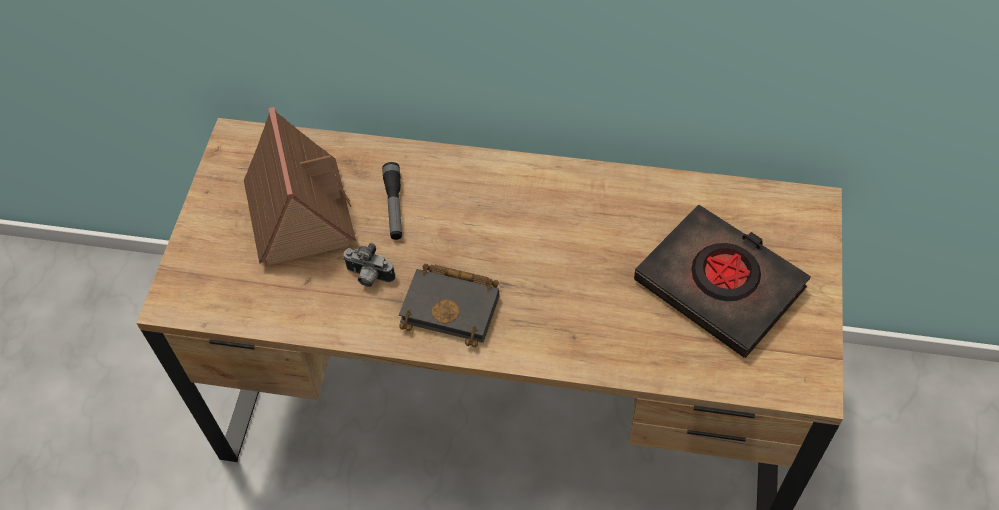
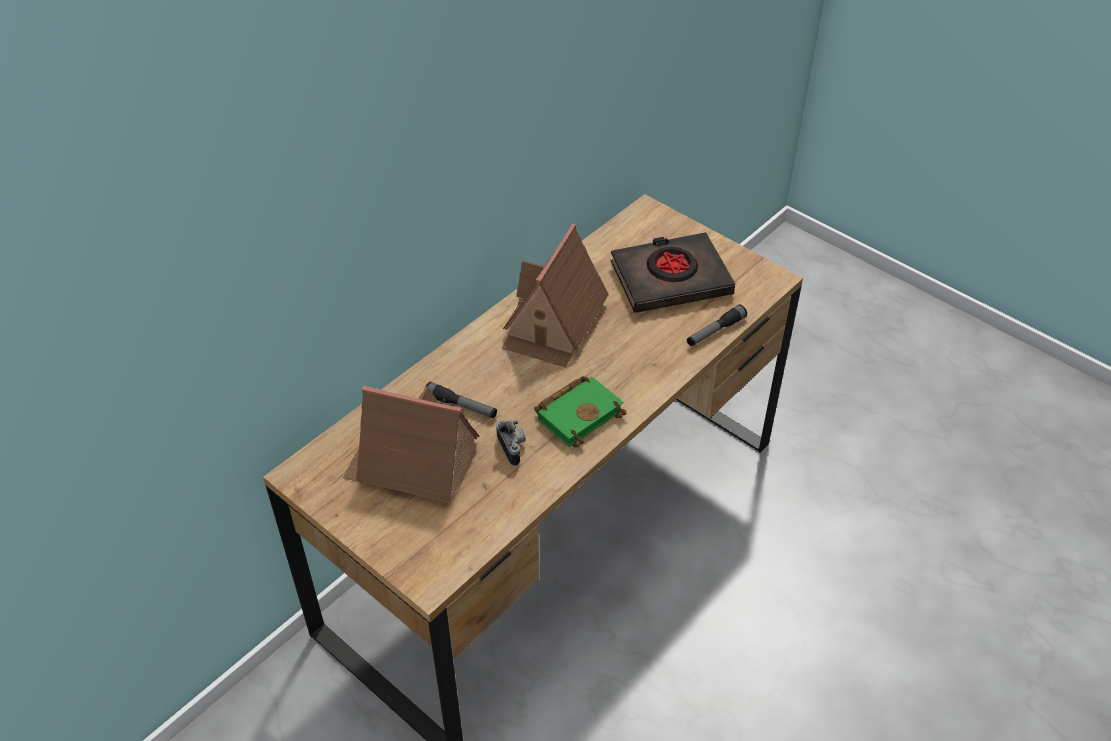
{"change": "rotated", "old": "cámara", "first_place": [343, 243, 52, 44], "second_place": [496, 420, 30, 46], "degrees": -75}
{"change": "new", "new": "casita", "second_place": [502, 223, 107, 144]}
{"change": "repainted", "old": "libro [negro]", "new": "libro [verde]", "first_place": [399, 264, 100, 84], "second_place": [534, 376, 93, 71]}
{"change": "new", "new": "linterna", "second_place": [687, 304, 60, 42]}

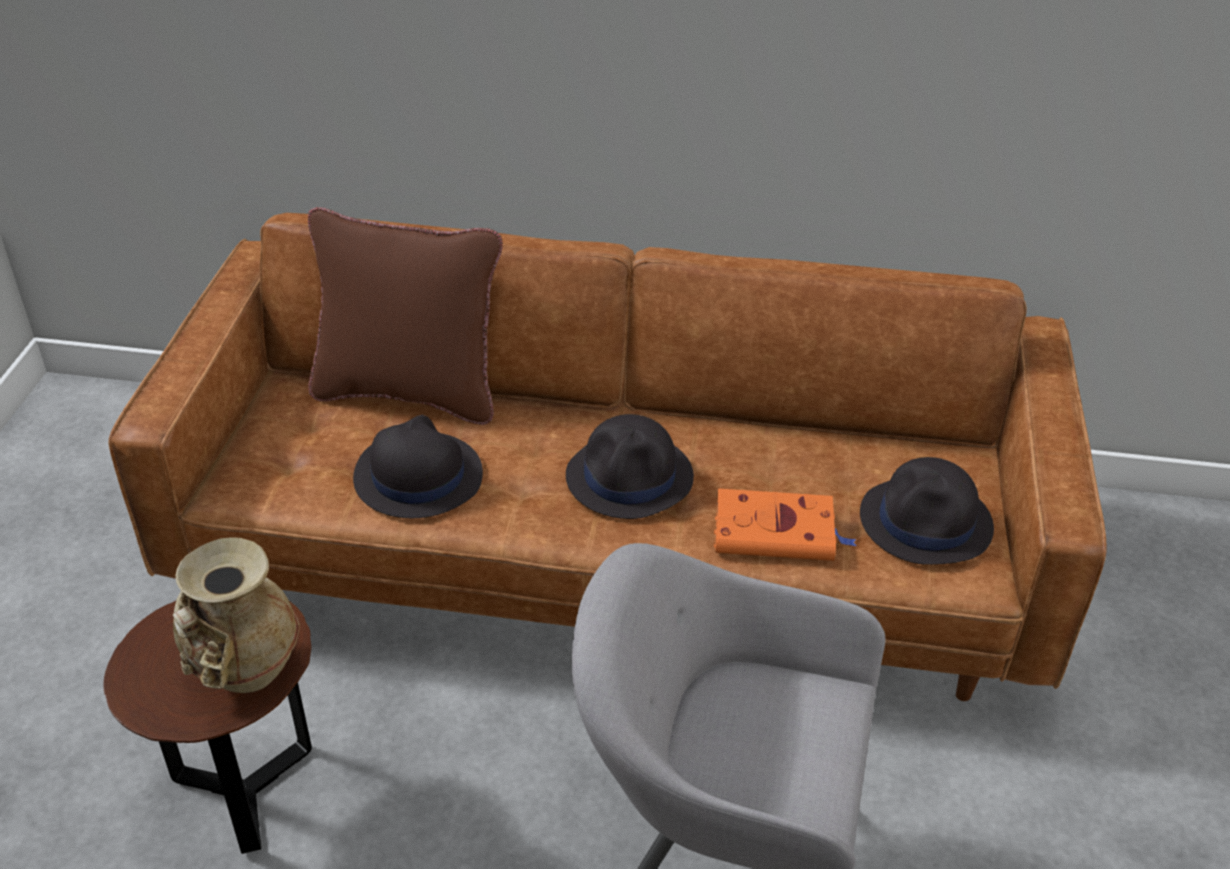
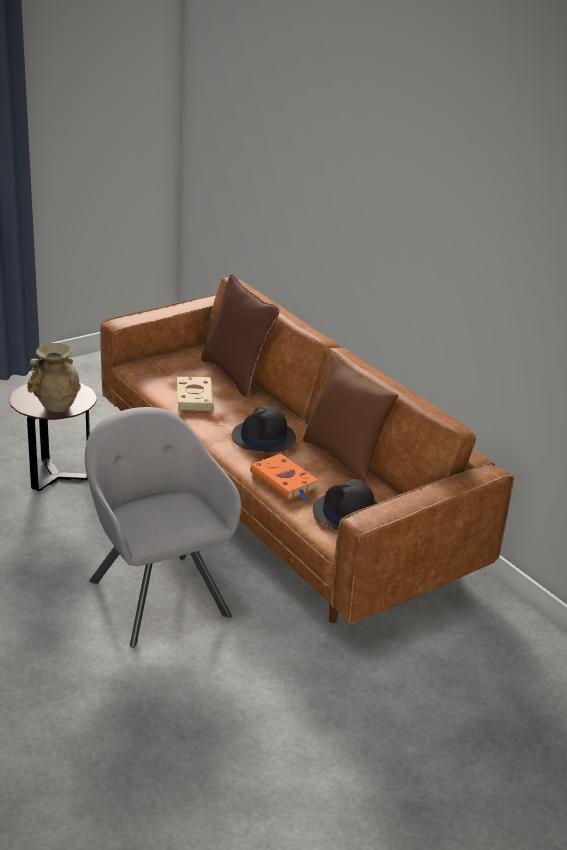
{"change": "swapped", "old": "sombrero [negro]", "new": "libro [beis]", "first_place": [353, 415, 130, 103], "second_place": [177, 377, 37, 34]}
{"change": "new", "new": "cojín [marrón]", "second_place": [303, 354, 96, 129]}

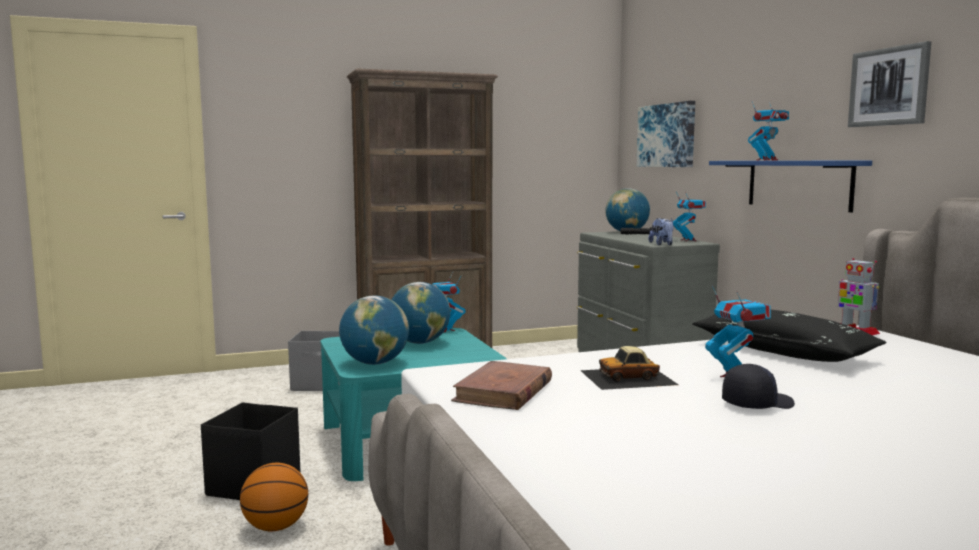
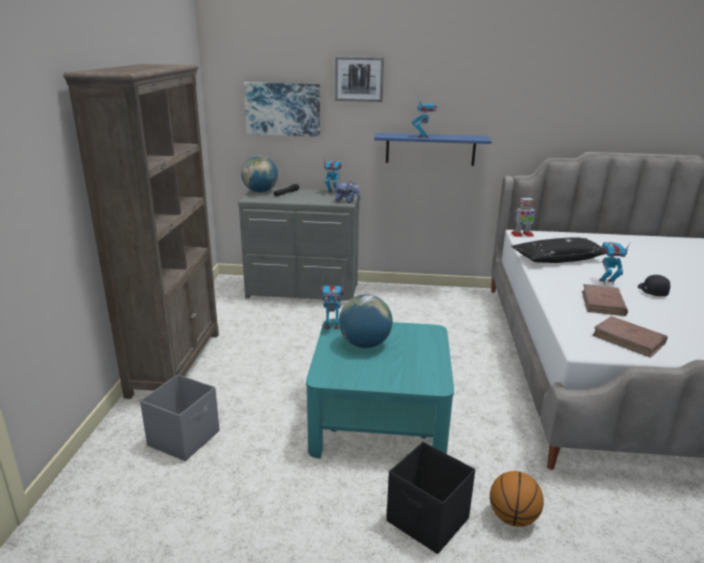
{"change": "shifted", "old": "cuadro", "first_place": [848, 41, 83, 86], "second_place": [335, 56, 49, 46]}
{"change": "swapped", "old": "coche de juguete", "new": "libro [marrón]", "first_place": [580, 346, 99, 44], "second_place": [582, 284, 46, 32]}
{"change": "gone", "old": "globo terráqueo", "first_place": [339, 295, 70, 70]}

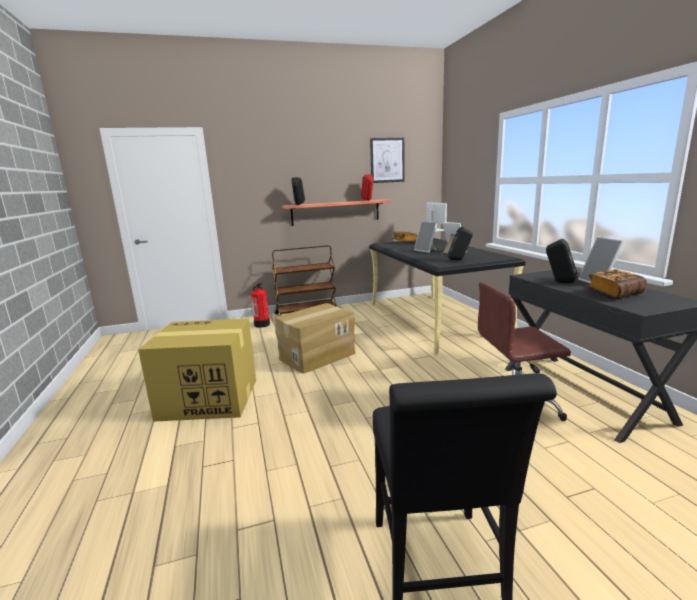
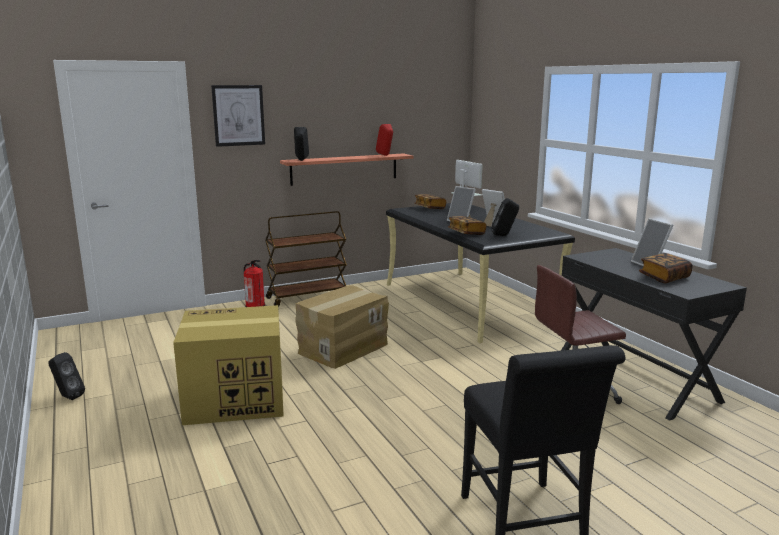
{"change": "shifted", "old": "altavoz [negro]", "first_place": [546, 239, 32, 44], "second_place": [48, 352, 37, 48]}
{"change": "shifted", "old": "cuadro", "first_place": [370, 138, 35, 45], "second_place": [211, 85, 54, 62]}
{"change": "new", "new": "libro", "second_place": [448, 216, 38, 19]}

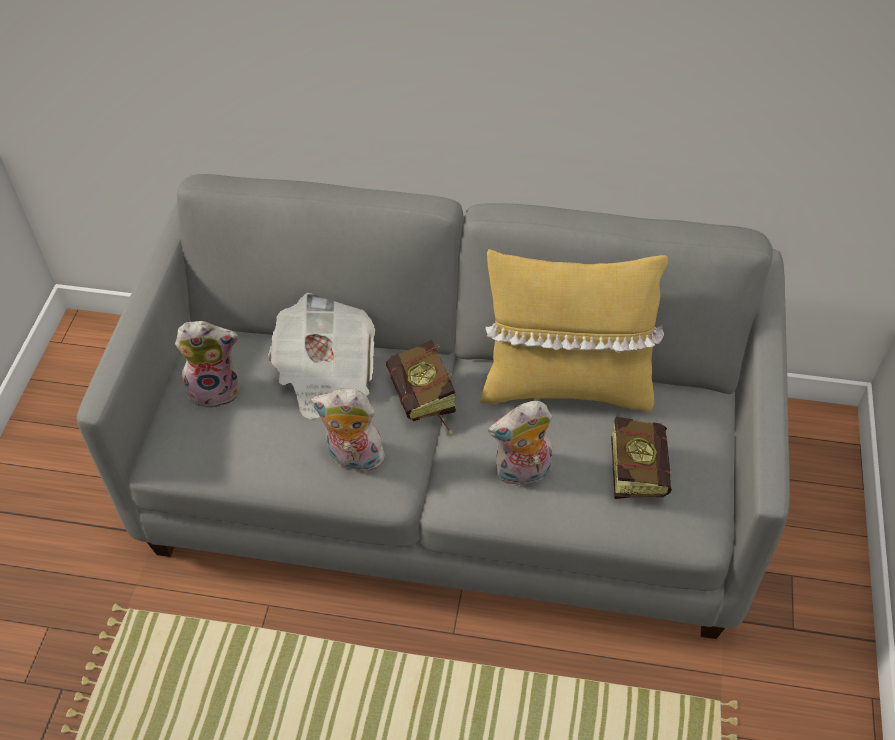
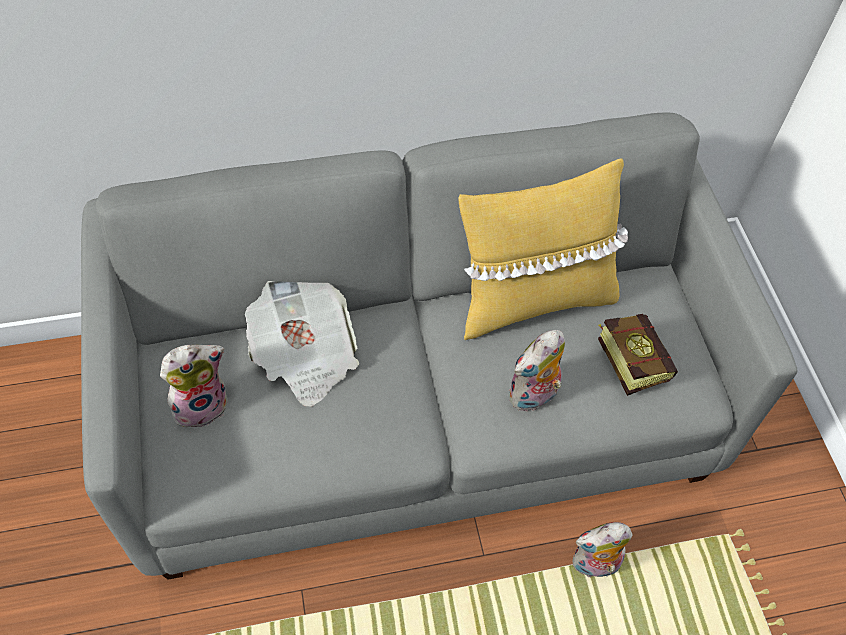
{"change": "shifted", "old": "peluche", "first_place": [311, 388, 76, 84], "second_place": [572, 522, 61, 55]}
{"change": "gone", "old": "libro", "first_place": [386, 340, 70, 94]}

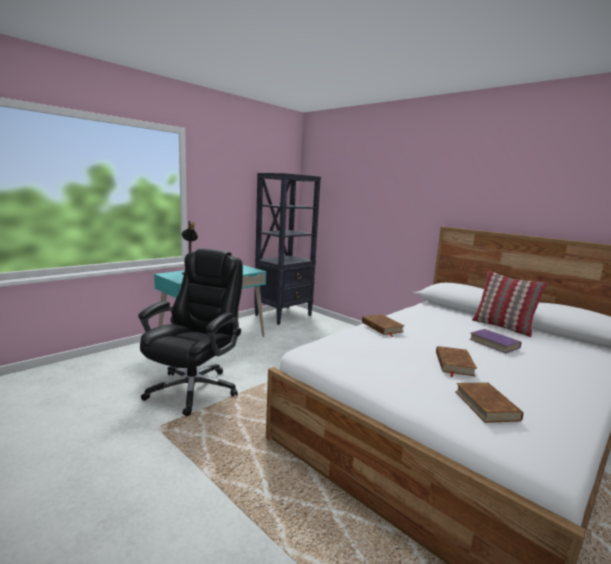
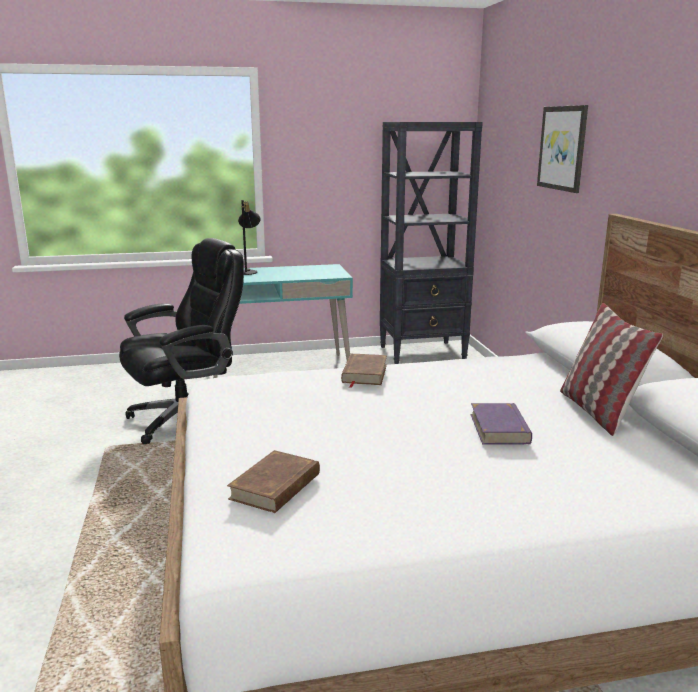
{"change": "new", "new": "cuadro", "second_place": [537, 105, 51, 88]}
{"change": "gone", "old": "libro [marrón]", "first_place": [436, 346, 41, 31]}

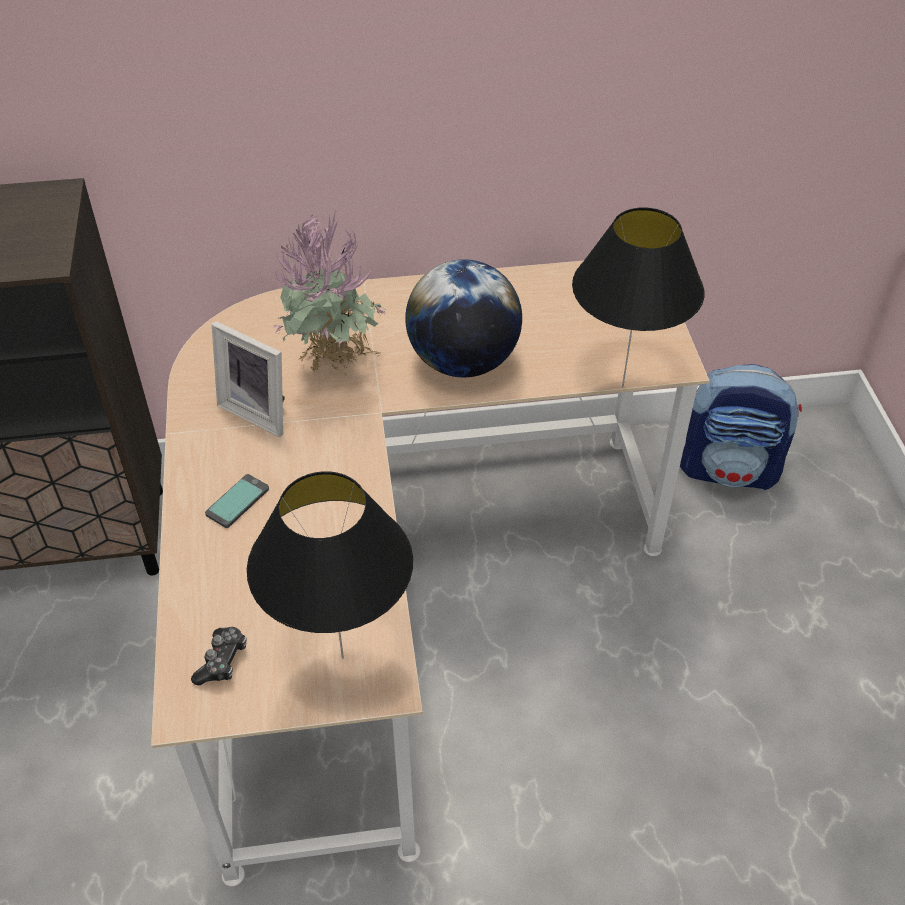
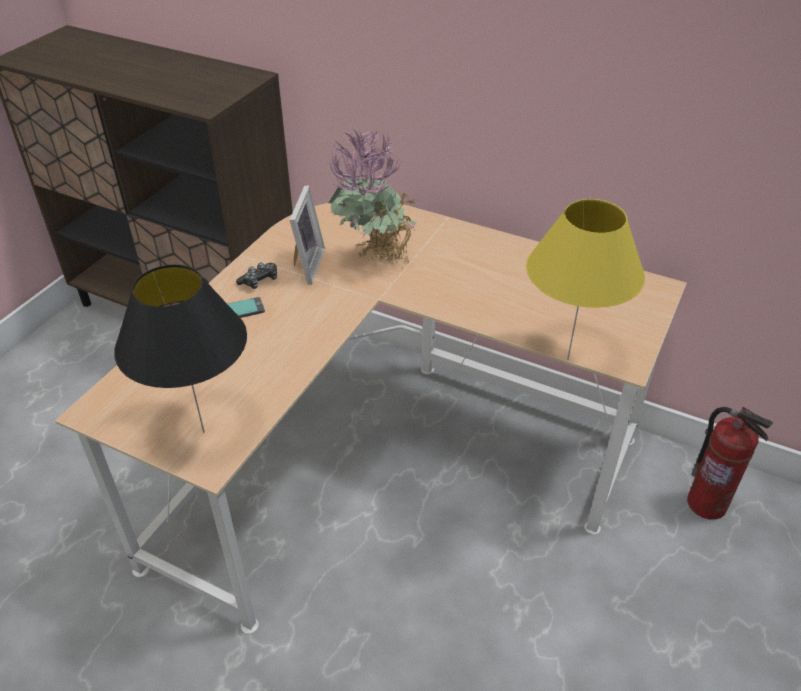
{"change": "shifted", "old": "mando de consola", "first_place": [191, 627, 56, 58], "second_place": [236, 262, 41, 27]}
{"change": "rotated", "old": "portarretratos", "first_place": [212, 321, 73, 116], "second_place": [290, 185, 35, 100], "degrees": -150}
{"change": "repainted", "old": "lámpara de mesa [negro]", "new": "lámpara de mesa [amarillo]", "first_place": [572, 207, 132, 180], "second_place": [526, 199, 119, 161]}
{"change": "swapped", "old": "mochila", "new": "extintor", "first_place": [680, 364, 122, 126], "second_place": [687, 407, 86, 113]}
{"change": "gone", "old": "globo terráqueo", "first_place": [405, 259, 117, 118]}

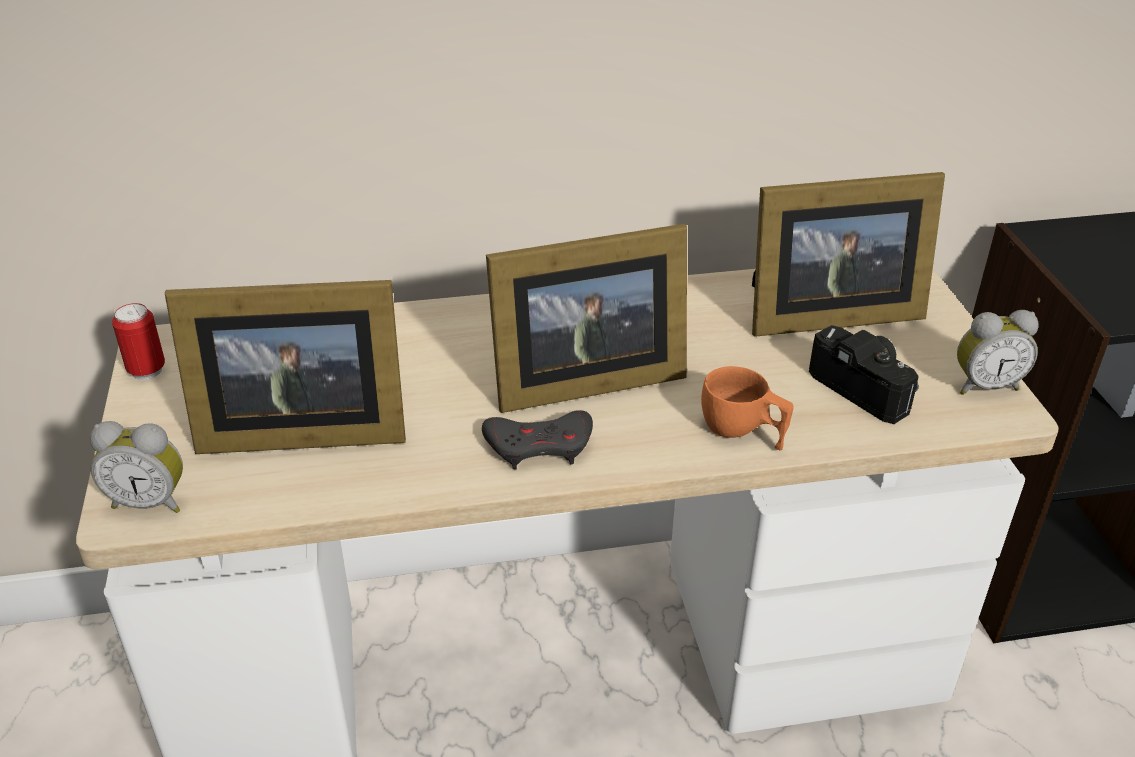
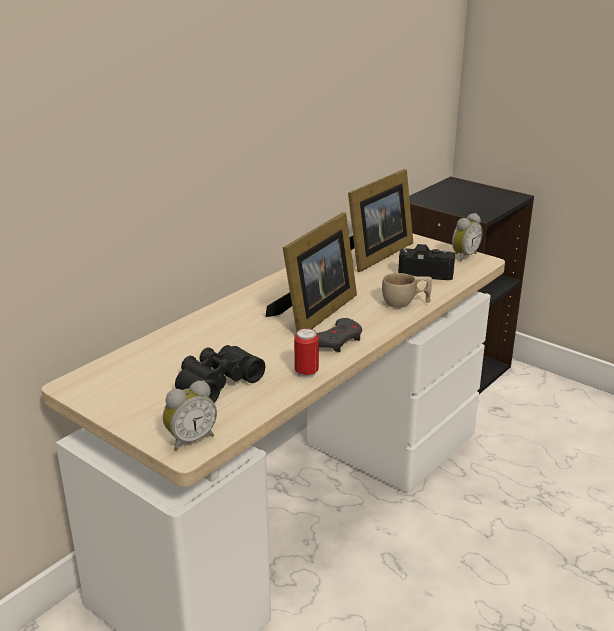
{"change": "swapped", "old": "portarretratos", "new": "prismáticos [negro]", "first_place": [165, 280, 241, 174], "second_place": [175, 345, 90, 58]}
{"change": "shifted", "old": "lata", "first_place": [112, 303, 53, 77], "second_place": [294, 328, 25, 50]}
{"change": "repainted", "old": "taza [naranja]", "new": "taza [beis]", "first_place": [701, 366, 93, 84], "second_place": [382, 273, 50, 35]}

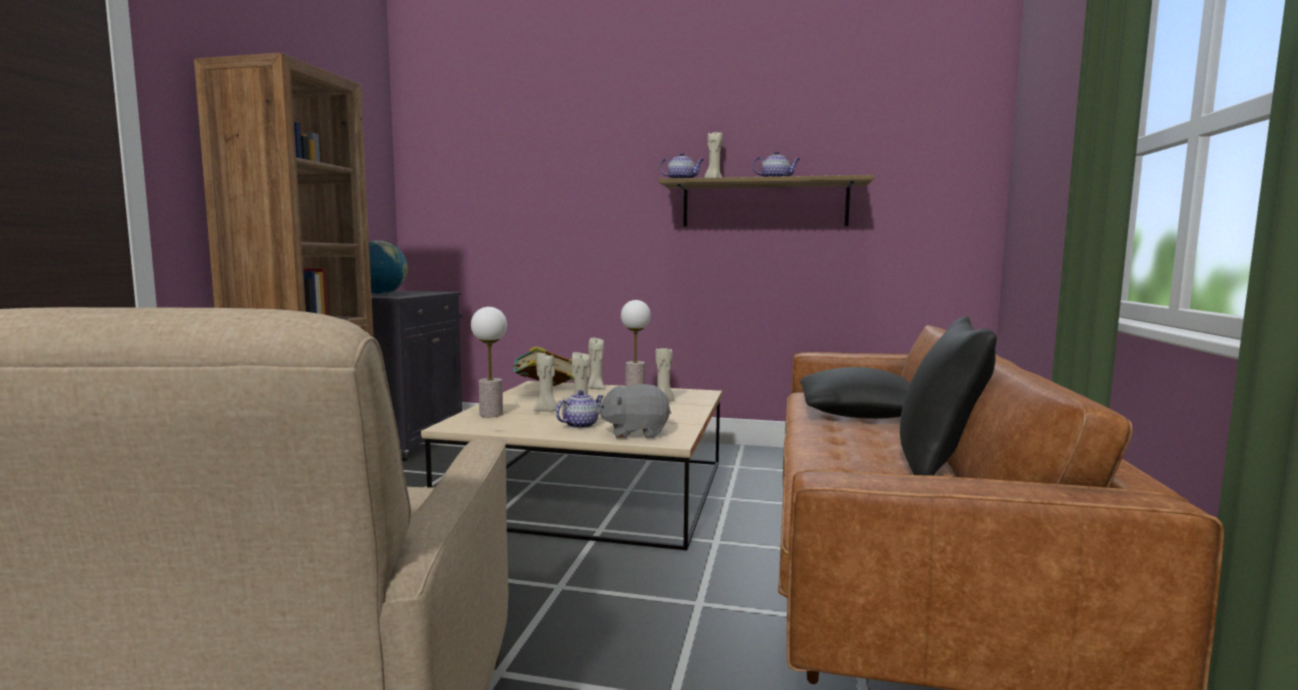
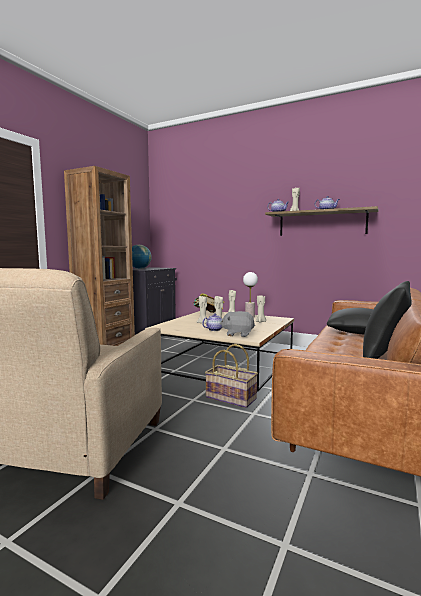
{"change": "new", "new": "cesta", "second_place": [205, 344, 53, 64]}
{"change": "gone", "old": "lámpara de mesa", "first_place": [471, 307, 36, 110]}

